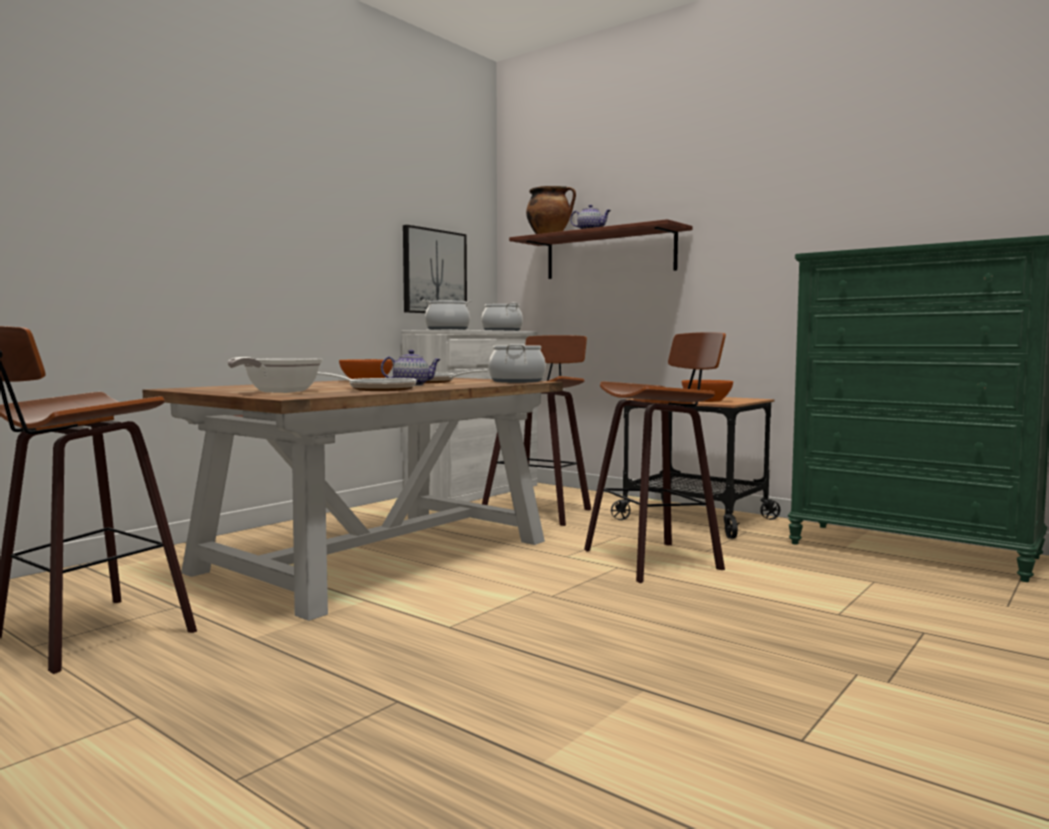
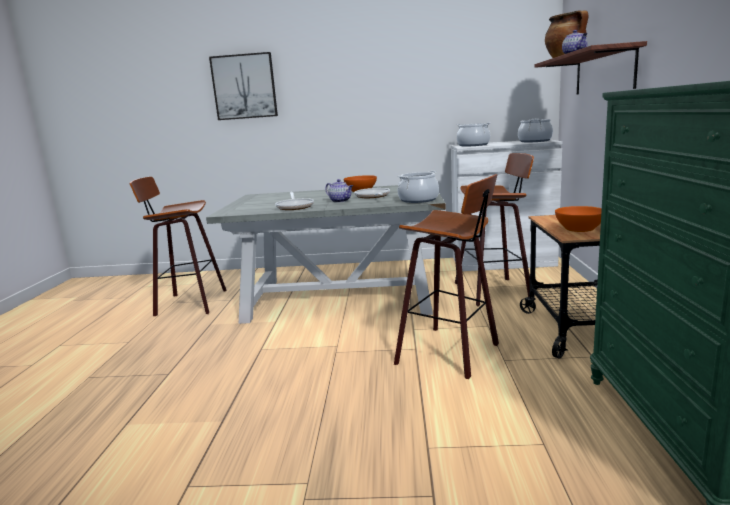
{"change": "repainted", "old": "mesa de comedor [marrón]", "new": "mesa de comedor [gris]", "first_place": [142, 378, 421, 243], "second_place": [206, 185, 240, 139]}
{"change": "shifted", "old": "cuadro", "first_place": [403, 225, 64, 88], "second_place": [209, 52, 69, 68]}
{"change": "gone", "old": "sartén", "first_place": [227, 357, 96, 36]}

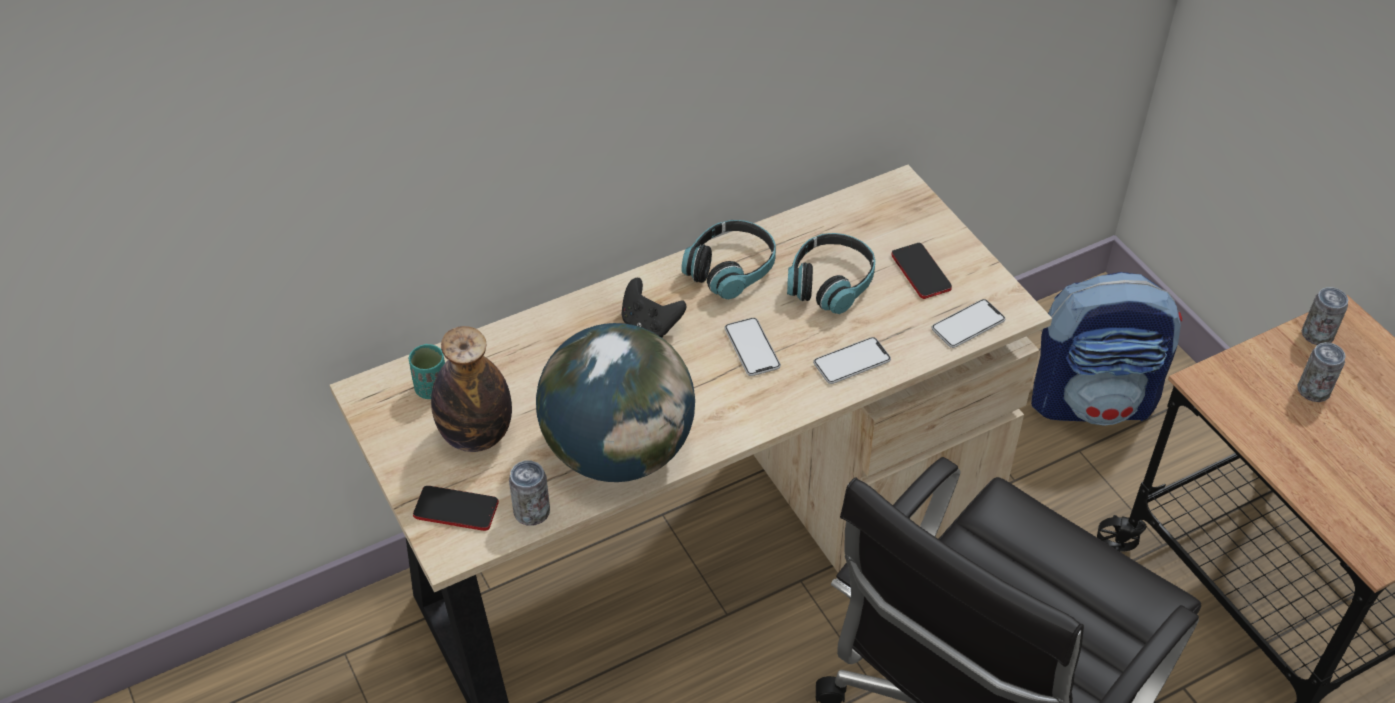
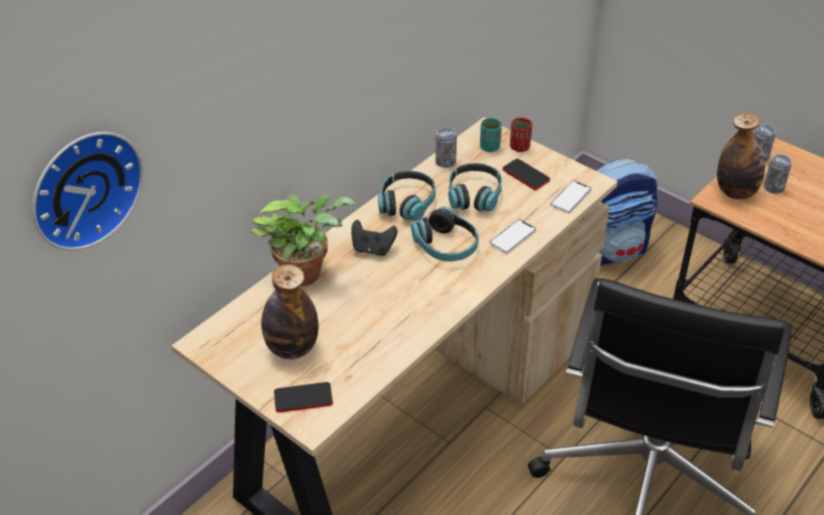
{"change": "new", "new": "reloj de pared", "second_place": [32, 132, 111, 118]}
{"change": "new", "new": "planta en maceta", "second_place": [251, 194, 105, 93]}
{"change": "swapped", "old": "móvil", "new": "auriculares", "first_place": [724, 318, 57, 58], "second_place": [411, 207, 68, 54]}
{"change": "shifted", "old": "lata", "first_place": [509, 461, 41, 65], "second_place": [436, 127, 21, 41]}
{"change": "shifted", "old": "taza [turquesa]", "first_place": [409, 344, 36, 55], "second_place": [480, 118, 22, 34]}
{"change": "new", "new": "taza [rojo]", "second_place": [510, 118, 22, 34]}
{"change": "new", "new": "botella", "second_place": [717, 113, 48, 86]}
{"change": "gone", "old": "globo terráqueo", "first_place": [536, 323, 159, 159]}

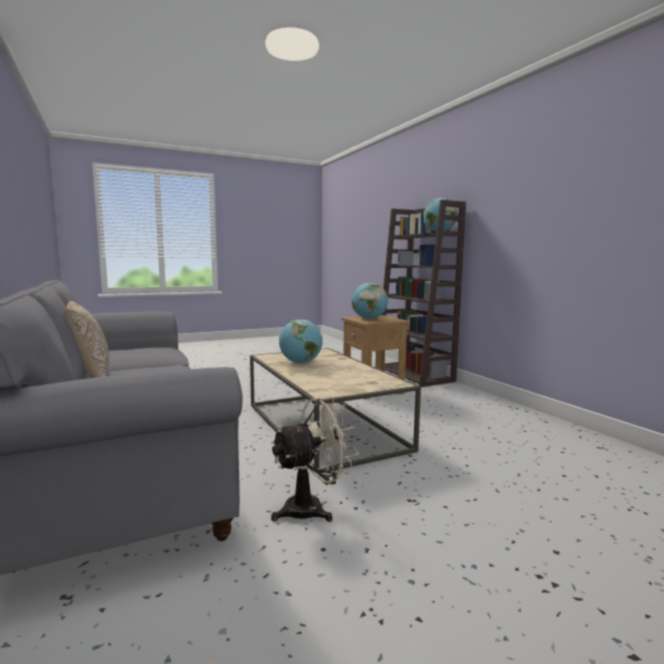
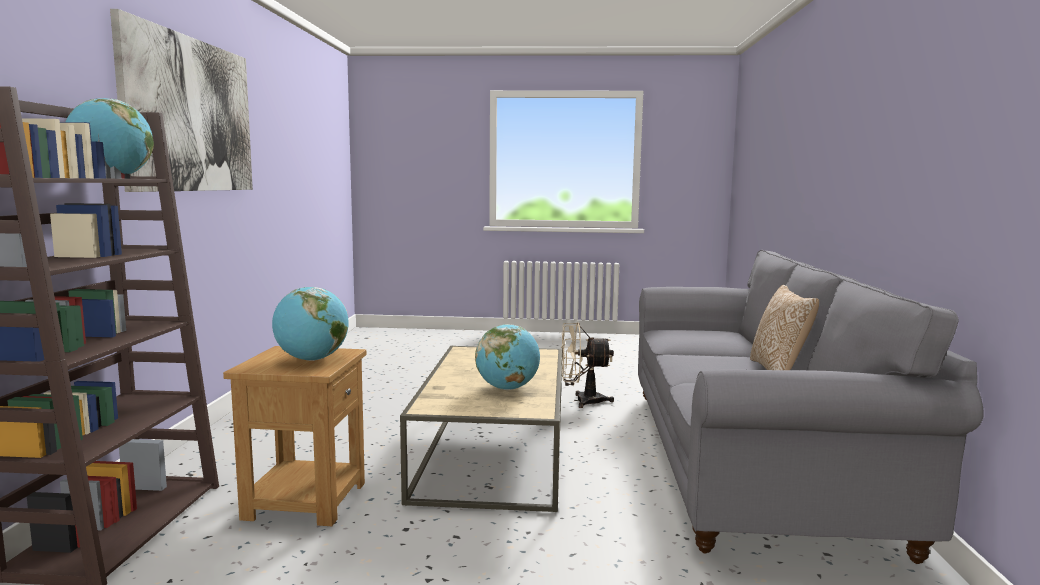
{"change": "new", "new": "cuadro", "second_place": [110, 9, 143, 183]}

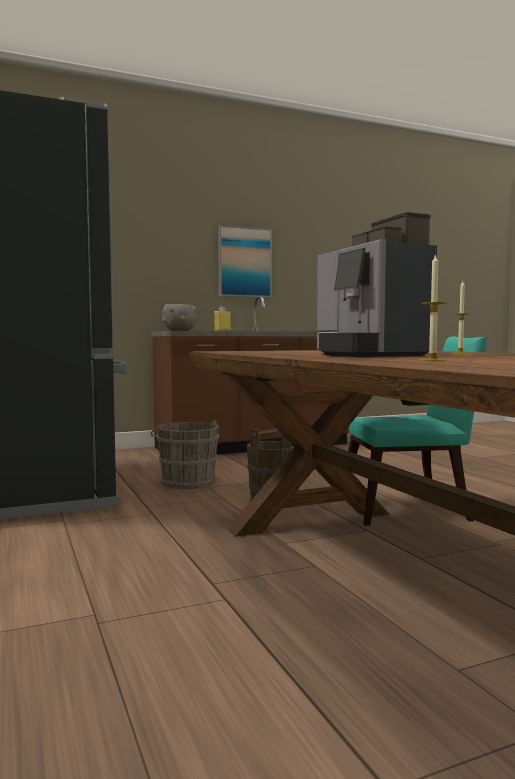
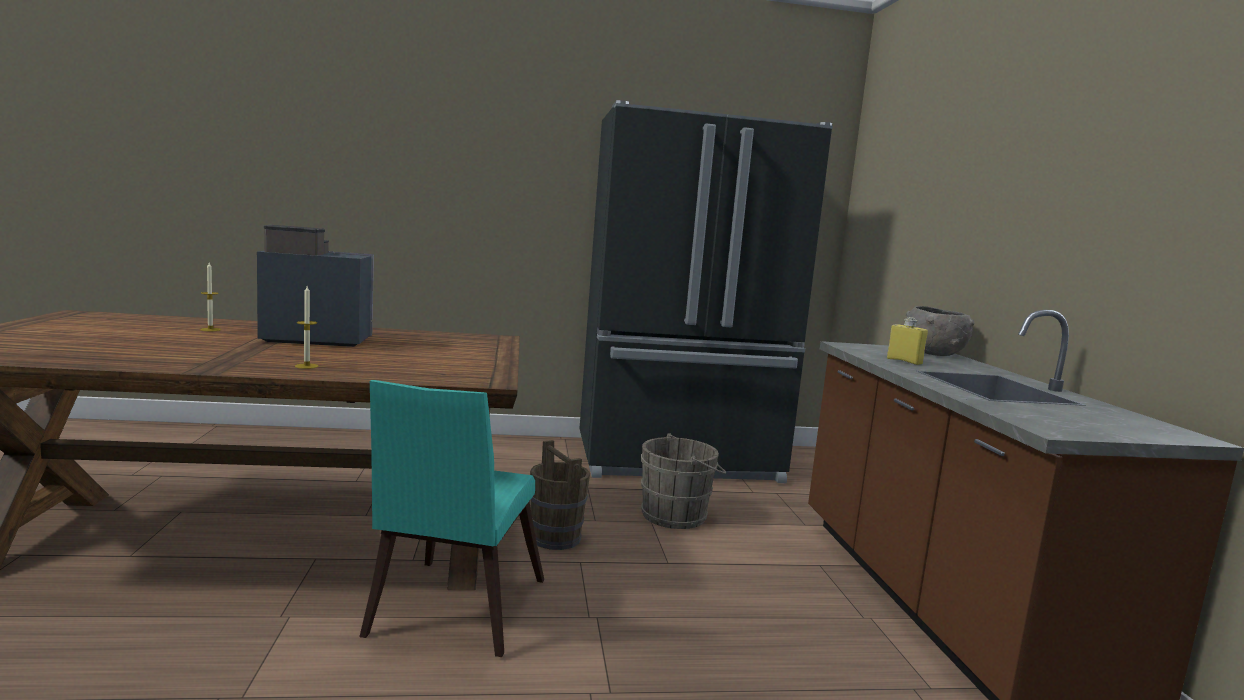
{"change": "gone", "old": "cuadro", "first_place": [218, 225, 54, 73]}

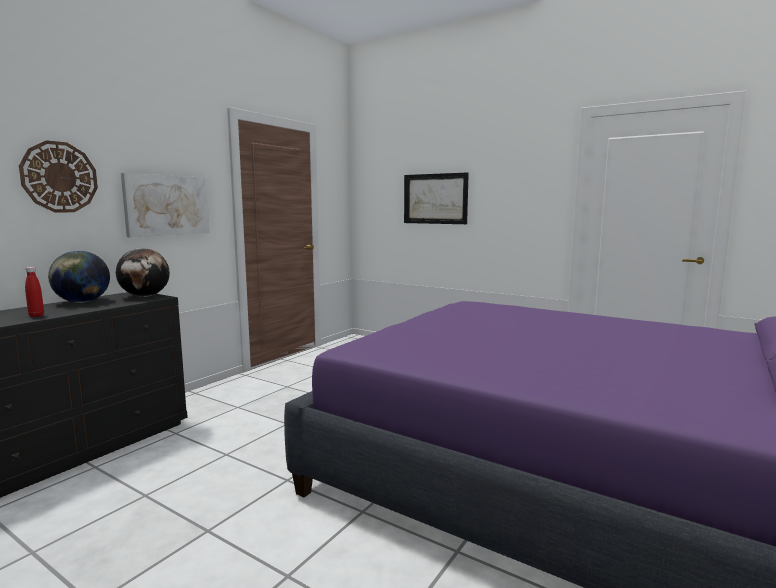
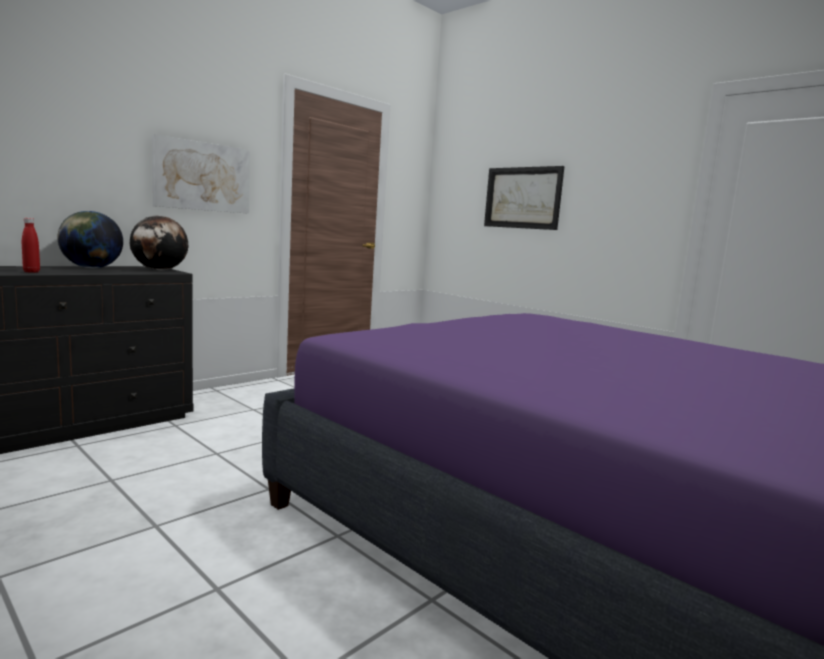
{"change": "gone", "old": "reloj de pared", "first_place": [19, 140, 79, 72]}

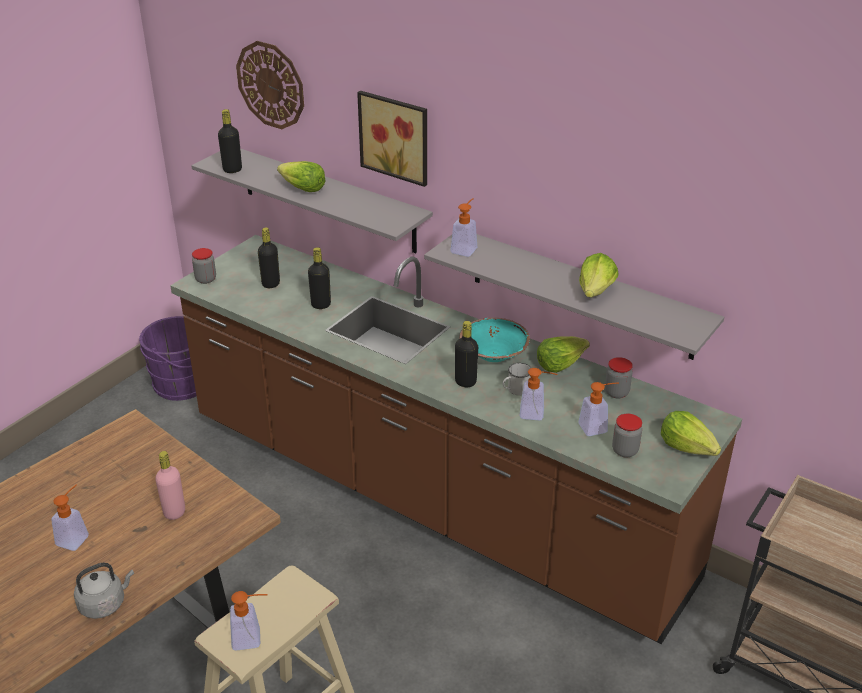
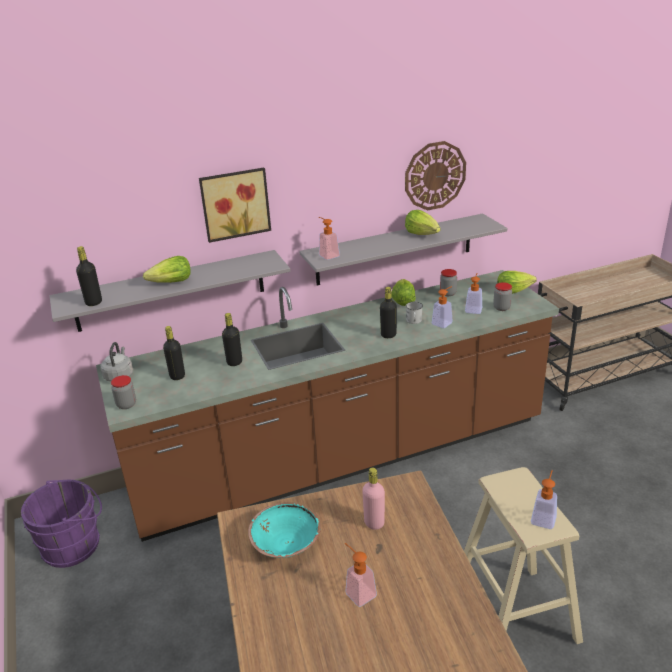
{"change": "shifted", "old": "hervidor [gris]", "first_place": [74, 563, 60, 56], "second_place": [100, 342, 33, 40]}
{"change": "shifted", "old": "cuenco [turquesa]", "first_place": [459, 318, 71, 44], "second_place": [248, 502, 73, 56]}
{"change": "shifted", "old": "reloj de pared", "first_place": [236, 41, 68, 88], "second_place": [405, 141, 61, 70]}

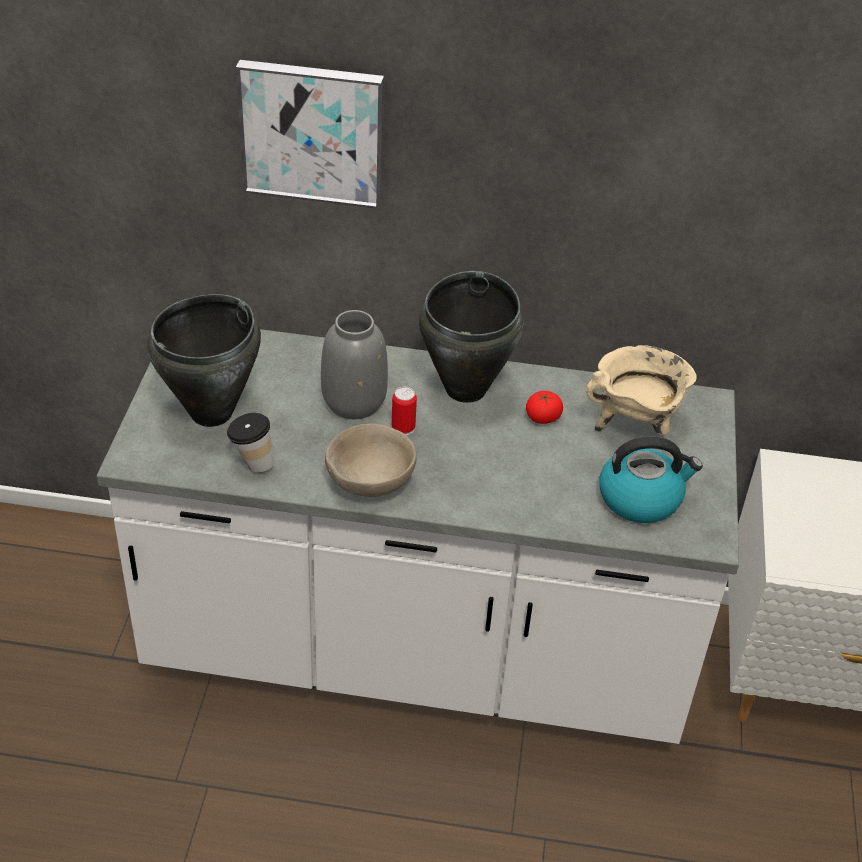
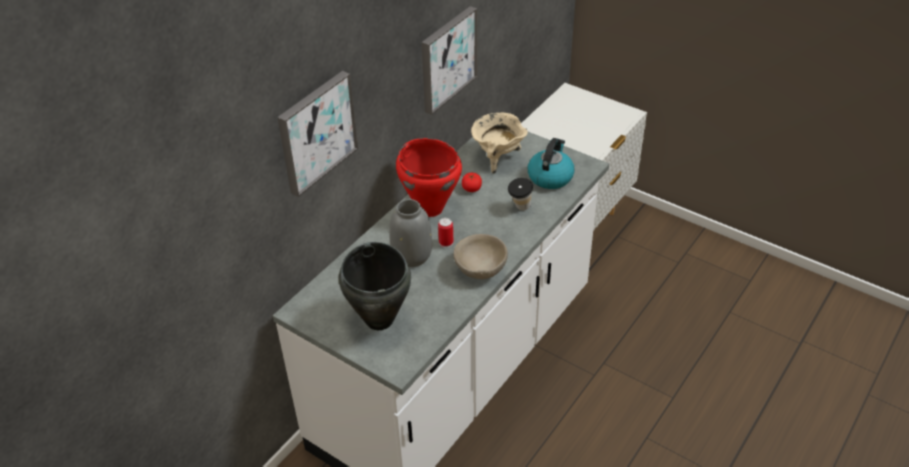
{"change": "repainted", "old": "olla [negro]", "new": "olla [rojo]", "first_place": [419, 271, 105, 132], "second_place": [396, 138, 66, 79]}
{"change": "new", "new": "cuadro", "second_place": [422, 6, 55, 109]}
{"change": "shifted", "old": "taza", "first_place": [227, 413, 48, 60], "second_place": [508, 178, 25, 32]}

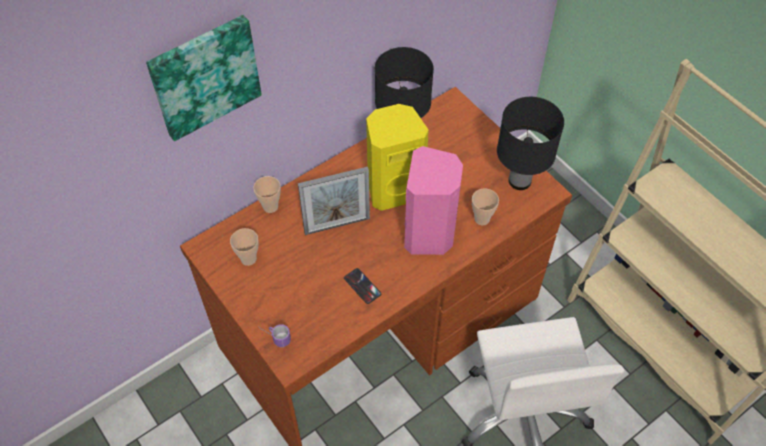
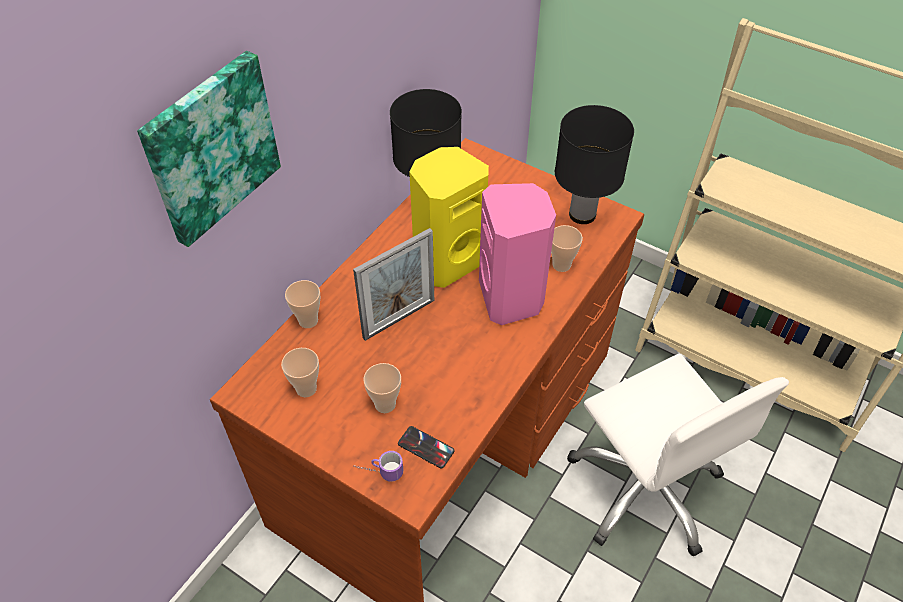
{"change": "new", "new": "taza", "second_place": [363, 363, 38, 50]}
{"change": "shifted", "old": "móvil", "first_place": [344, 268, 37, 36], "second_place": [398, 426, 57, 42]}

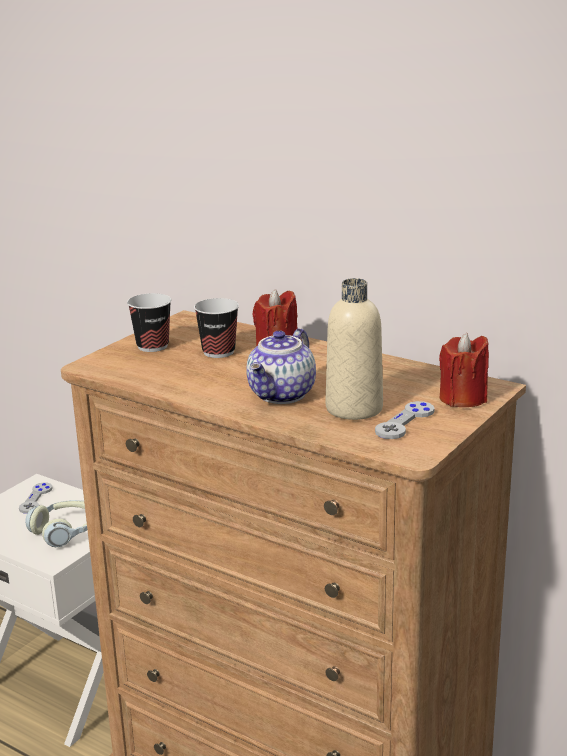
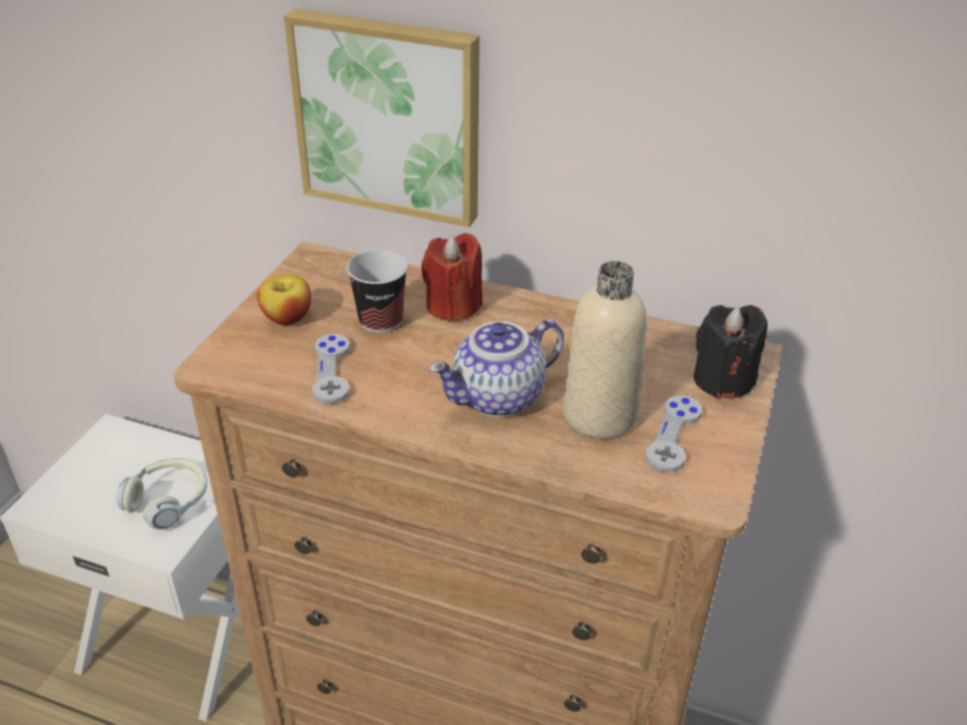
{"change": "swapped", "old": "taza", "new": "manzana", "first_place": [127, 293, 45, 59], "second_place": [257, 274, 54, 51]}
{"change": "new", "new": "cuadro", "second_place": [284, 9, 196, 218]}
{"change": "shifted", "old": "mando de consola [gris]", "first_place": [19, 482, 34, 32], "second_place": [312, 334, 38, 70]}
{"change": "rotated", "old": "tetera", "first_place": [246, 328, 70, 76], "second_place": [429, 319, 135, 98], "degrees": 45}
{"change": "repainted", "old": "vela [rojo]", "new": "vela [negro]", "first_place": [439, 333, 50, 74], "second_place": [694, 305, 74, 94]}

